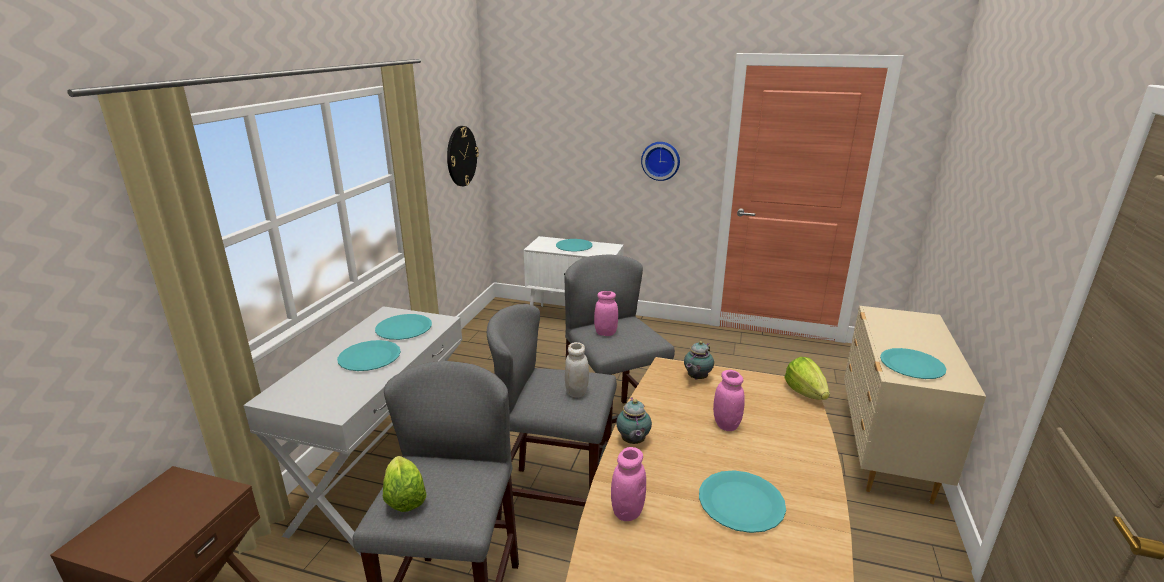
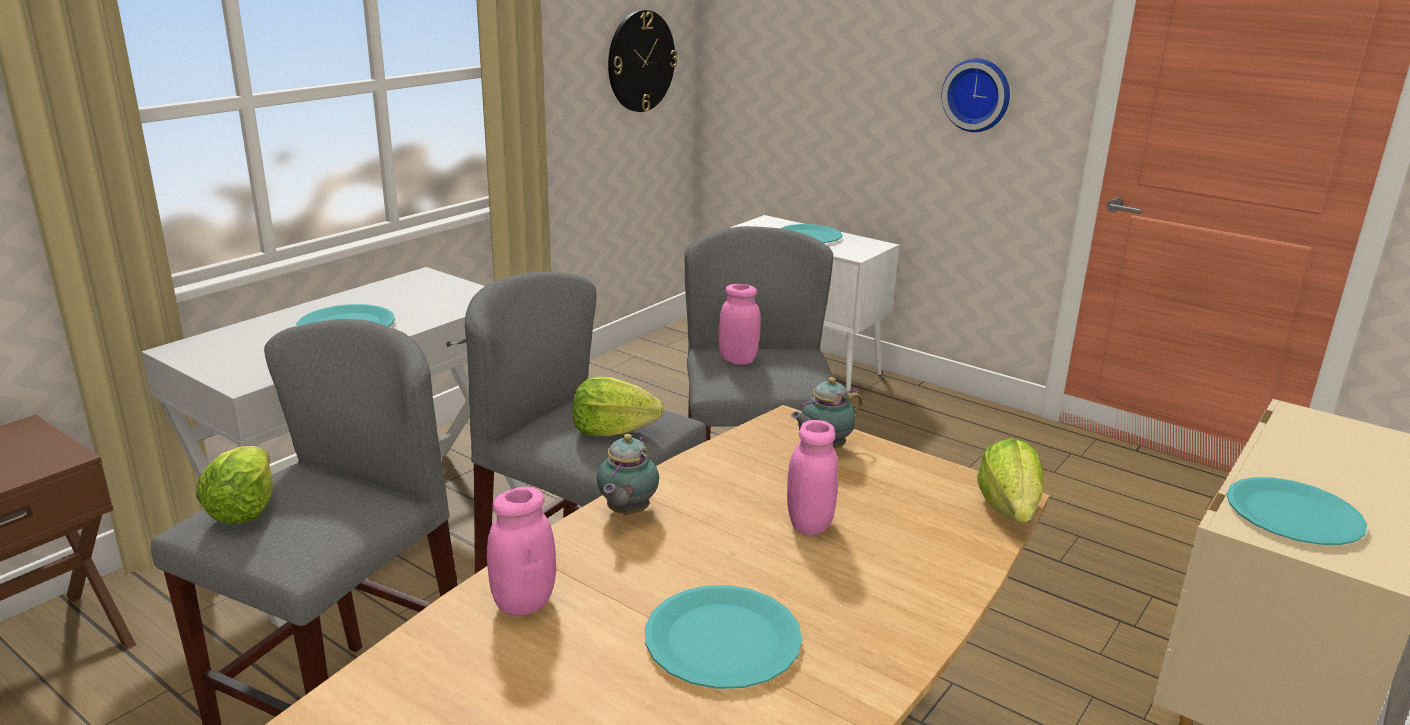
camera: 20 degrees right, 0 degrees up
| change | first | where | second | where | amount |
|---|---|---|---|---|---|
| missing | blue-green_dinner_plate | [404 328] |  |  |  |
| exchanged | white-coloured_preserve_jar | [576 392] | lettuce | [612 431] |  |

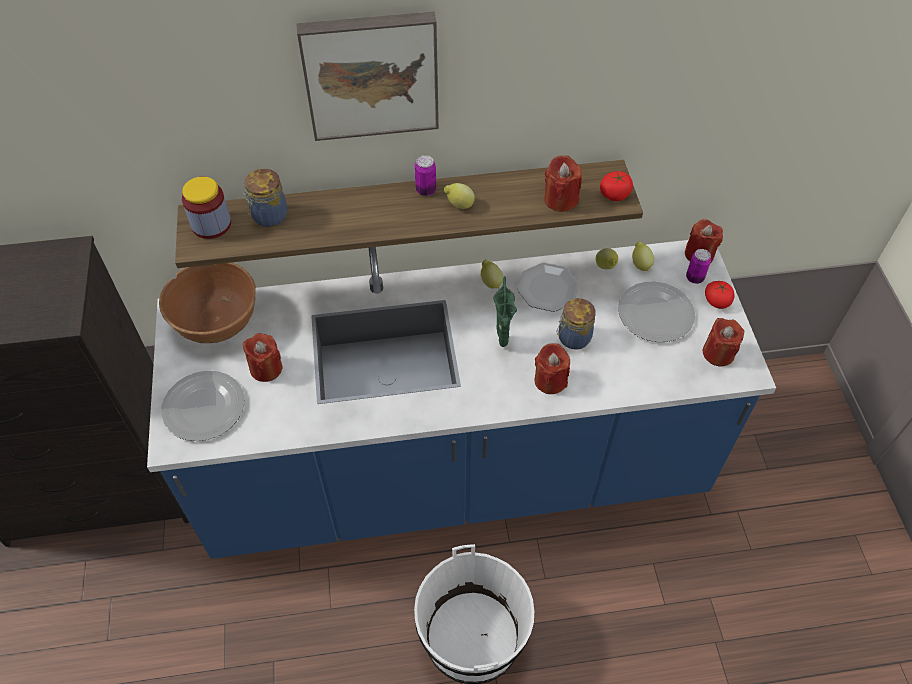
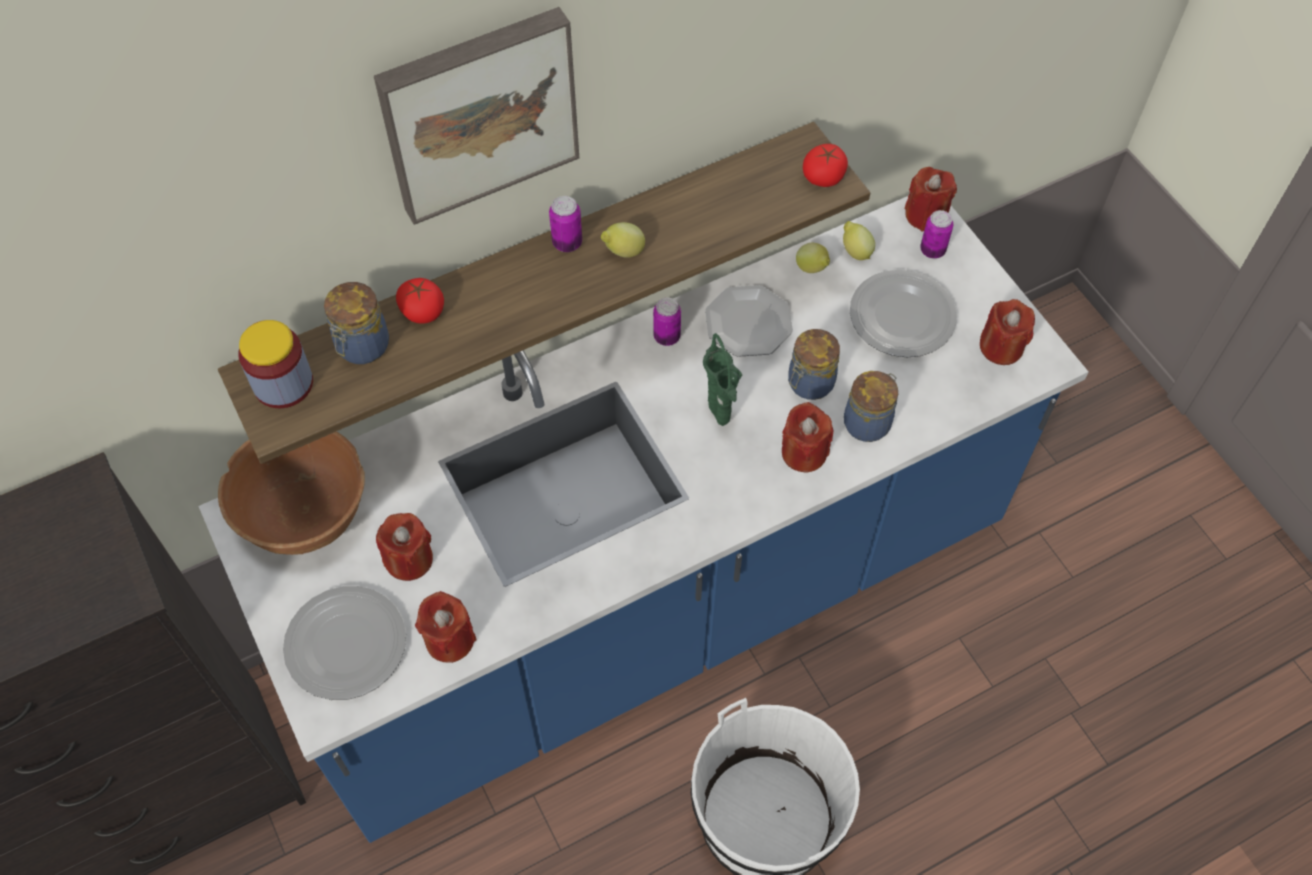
camera: 20 degrees left, 5 degrees up
| change | first | where | second | where | amount |
|---|---|---|---|---|---|
| relocated | red_candle | [560 199] |  | [449 639] |  |
| exchanged | citrus_fruit | [490 282] | sealed_can | [667 336] |  |
| relocated | fresh_tomato | [717 301] |  | [422 310] |  |
| appeared |  |  | preserve_jar | [868 422] |  |

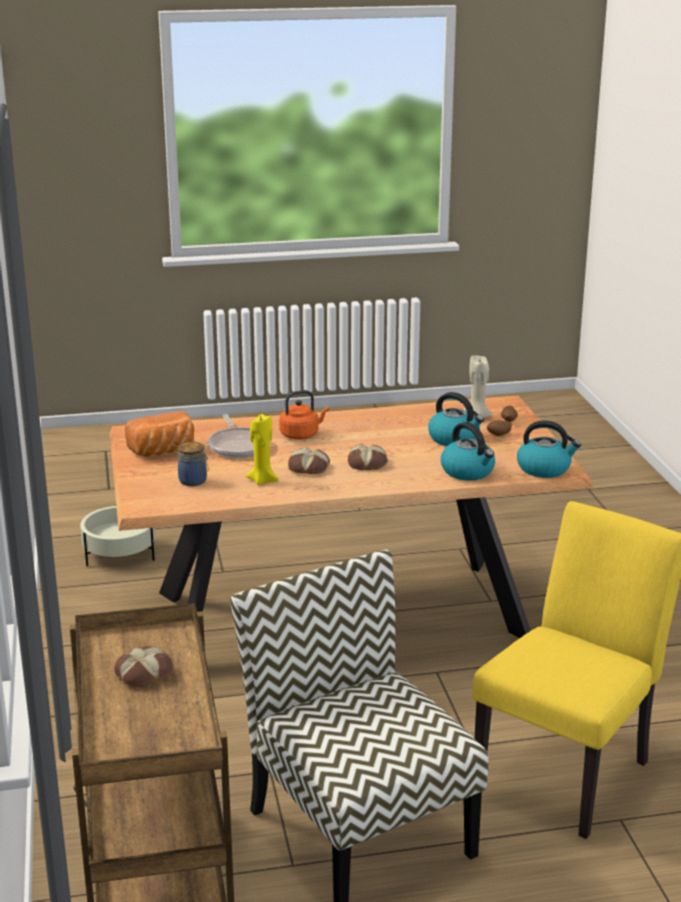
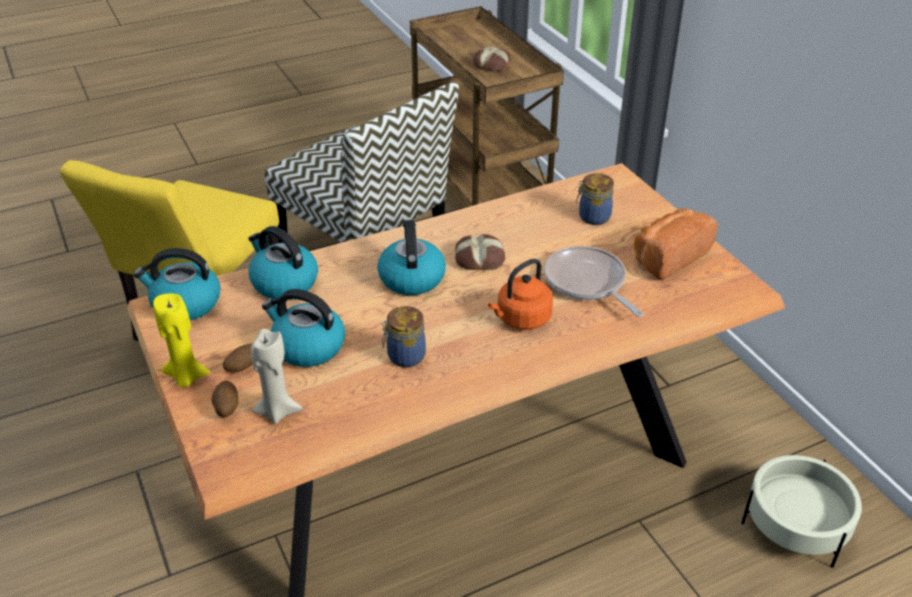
camera: 165 degrees right, 15 degrees up
| change | first | where | second | where | amount |
|---|---|---|---|---|---|
| relocated | yellowish_candle | [262 480] |  | [186 377] |  |
| exchanged | baked_bread | [368 463] | tea_kettle | [411 278] |  |
| appeared |  |  | preserve_jar | [404 356] |  |

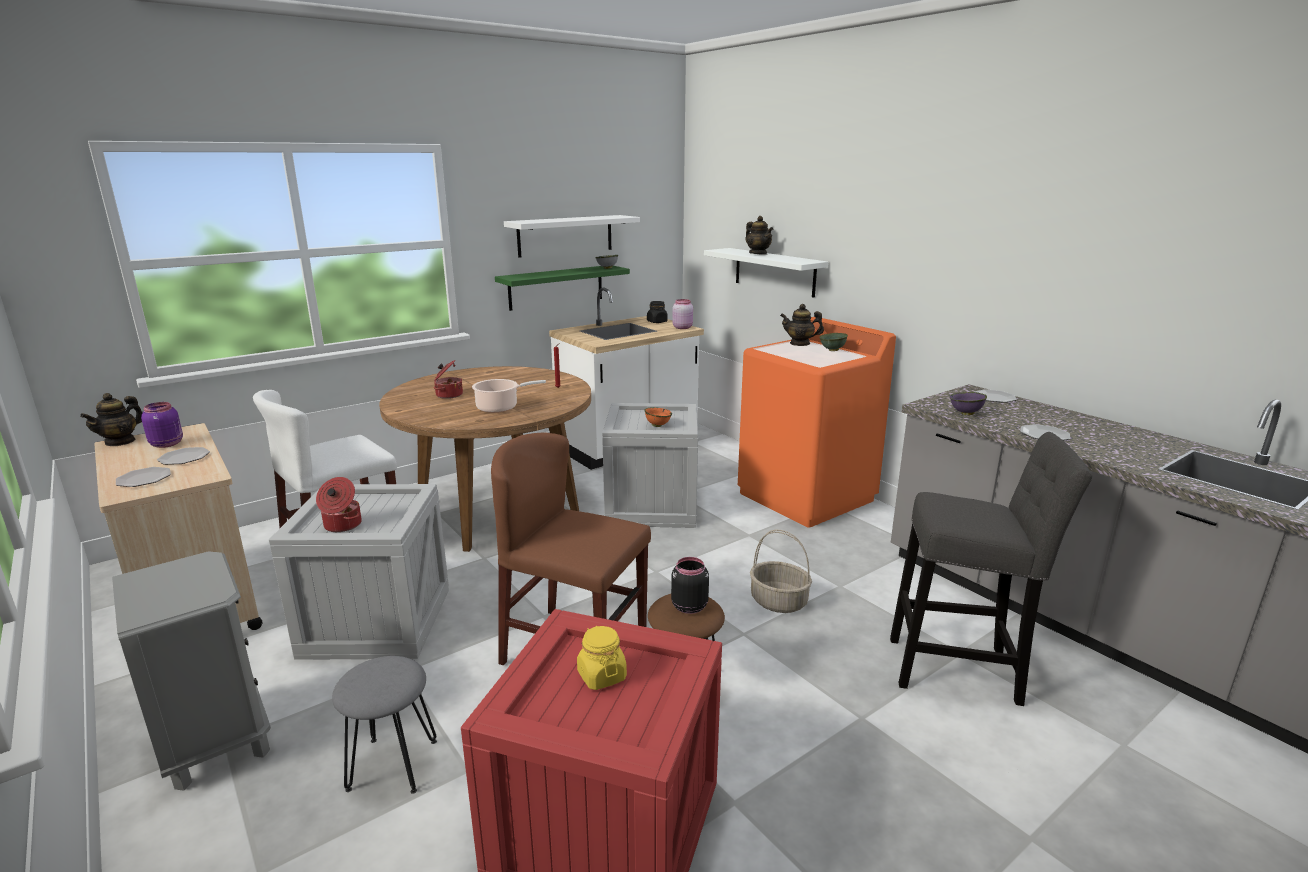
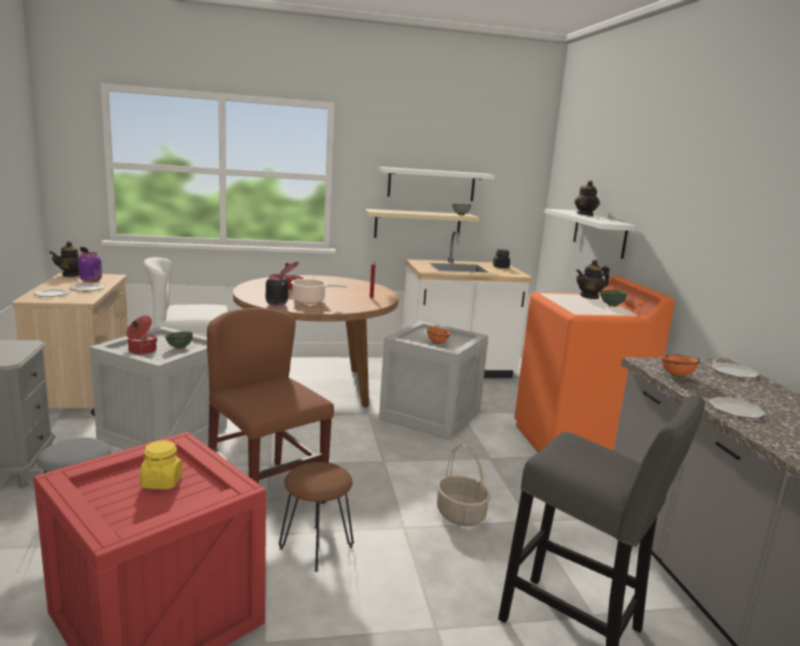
camera: 25 degrees right, 5 degrees down
| change | first | where | second | where | amount |
|---|---|---|---|---|---|
| colour | greenish_shelf | [556 287] | sand-coloured_shelf | [417 225] |  |
| missing | pinkish_preserve_jar | [682 327] |  |  |  |
| spun | tea_pot | [800 343] |  | [589 296] | 60 degrees counterclockwise |
| colour | purple-coloured_bowl | [966 414] | orange-coloured_bowl | [676 377] |  |
| relocated | black-coloured_preserve_jar | [688 606] |  | [276 304] |  |
| appeared |  |  | greenish_bowl | [179 348] |  |

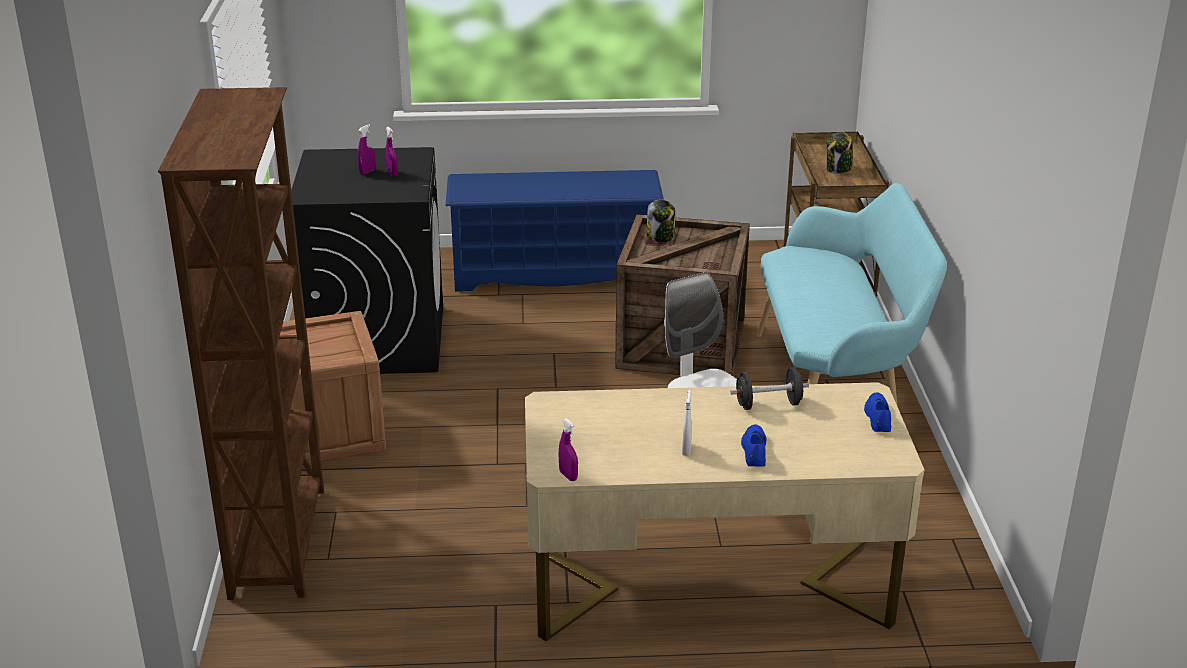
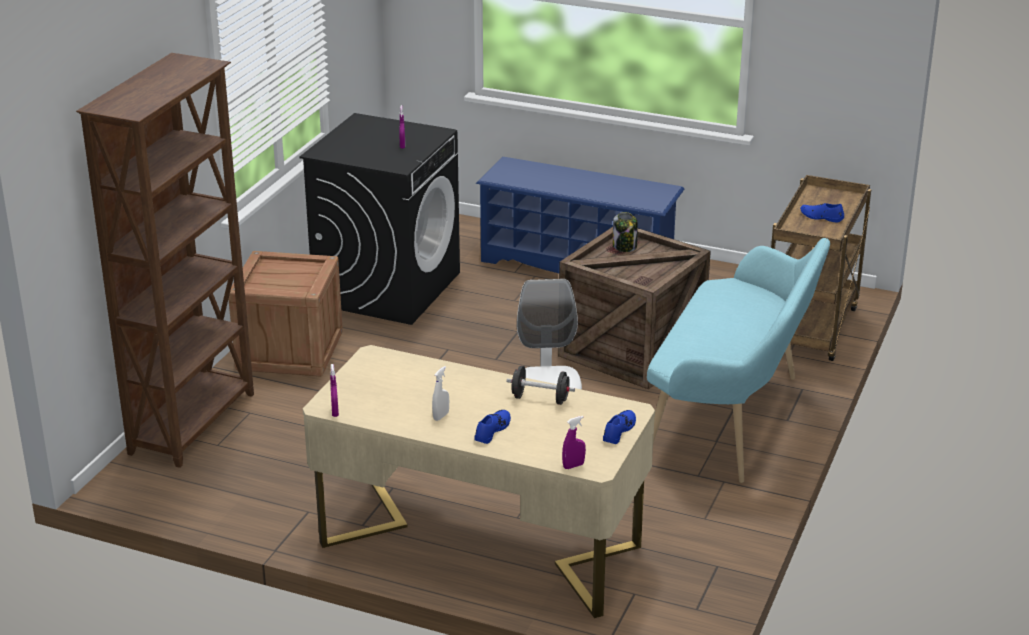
camera: 25 degrees right, 0 degrees up
| change | first | where | second | where | amount |
|---|---|---|---|---|---|
| relocated | purple-coloured_sprayer | [367 172] |  | [573 466] |  |
| exchanged | preserve_jar | [838 169] | blue-coloured_shoe | [821 217] |  |

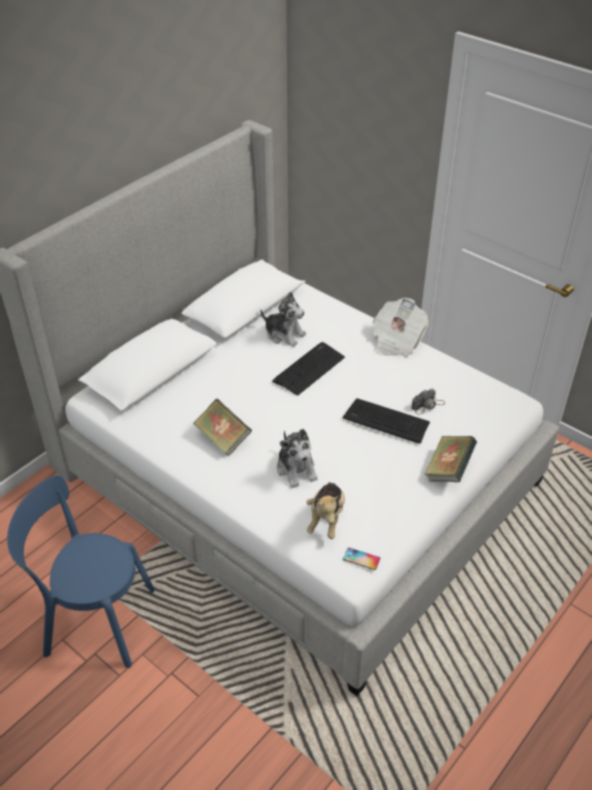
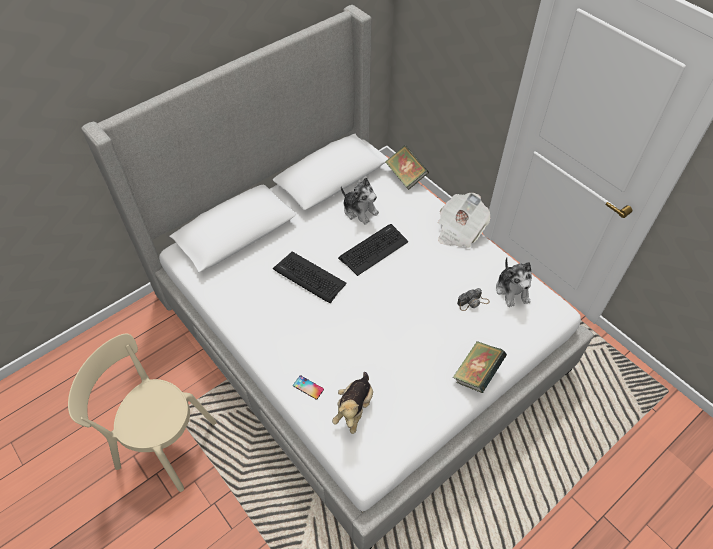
camera: 10 degrees right, 10 degrees up
| change | first | where | second | where | amount |
|---|---|---|---|---|---|
| relocated | computer_keyboard | [386 421] |  | [309 277] |  |
| relocated | bound_book | [223 439] |  | [405 176] |  |
| relocated | plush_toy | [296 469] |  | [512 290] |  |
| colour | blue-coloured_chair | [94 620] | sand-coloured_chair | [162 442] |  |
| relocated | telephone | [361 559] |  | [308 387] |  |

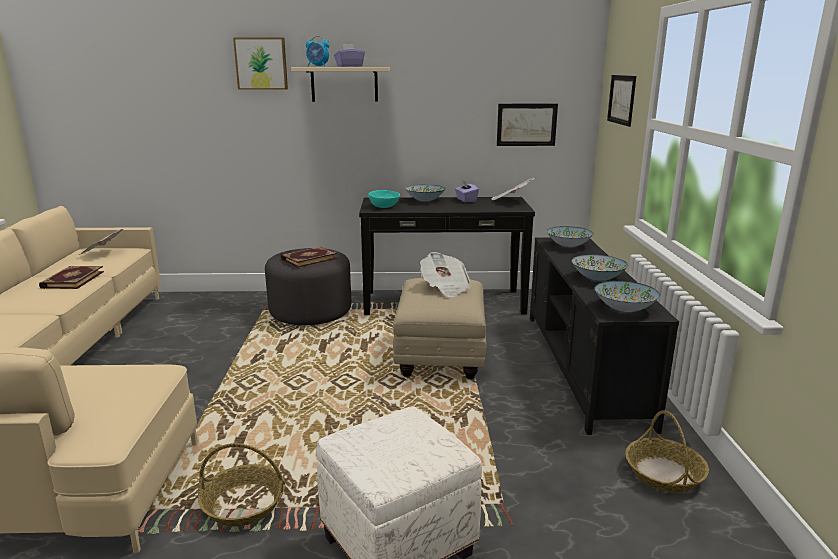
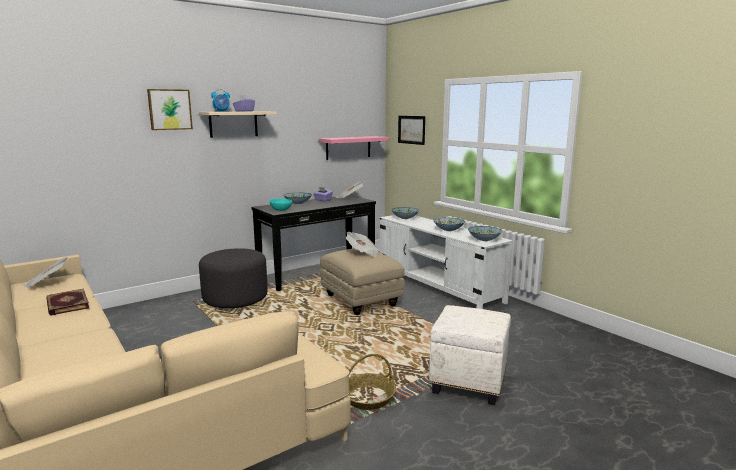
camera: 35 degrees left, 5 degrees down
| change | first | where | second | where | amount |
|---|---|---|---|---|---|
| exchanged | picture | [526 124] | pinkish_shelf | [348 147] |  |
| colour | black-coloured_tv_unit | [583 366] | white-coloured_tv_unit | [438 286] |  |
| missing | bound_book | [308 259] |  |  |  |
| missing | storage_basket | [663 473] |  |  |  |

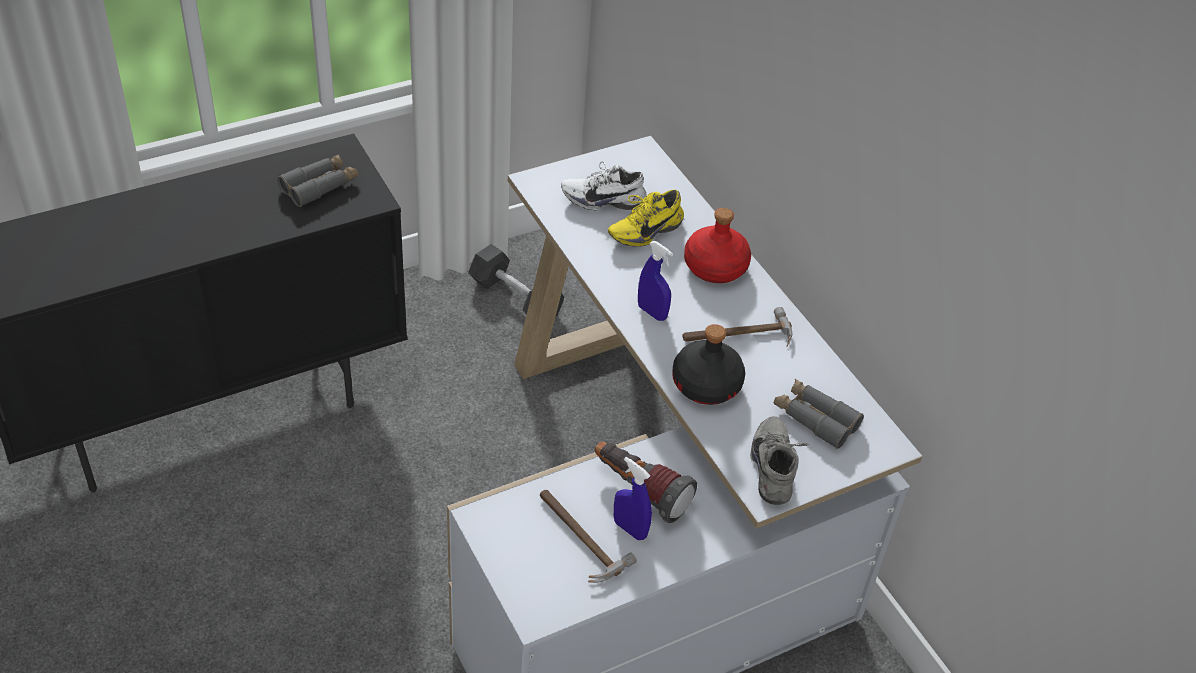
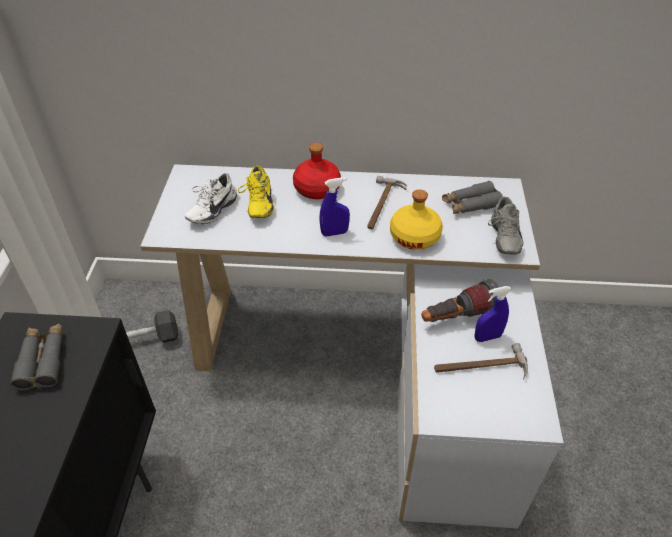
camera: 55 degrees left, 0 degrees up
| change | first | where | second | where | amount |
|---|---|---|---|---|---|
| colour | black-coloured_drink_bottle | [707 385] | yellowish_drink_bottle | [415 236] |  |
| spun | greyish_shoe | [776 469] |  | [501 238] | 120 degrees counterclockwise |

